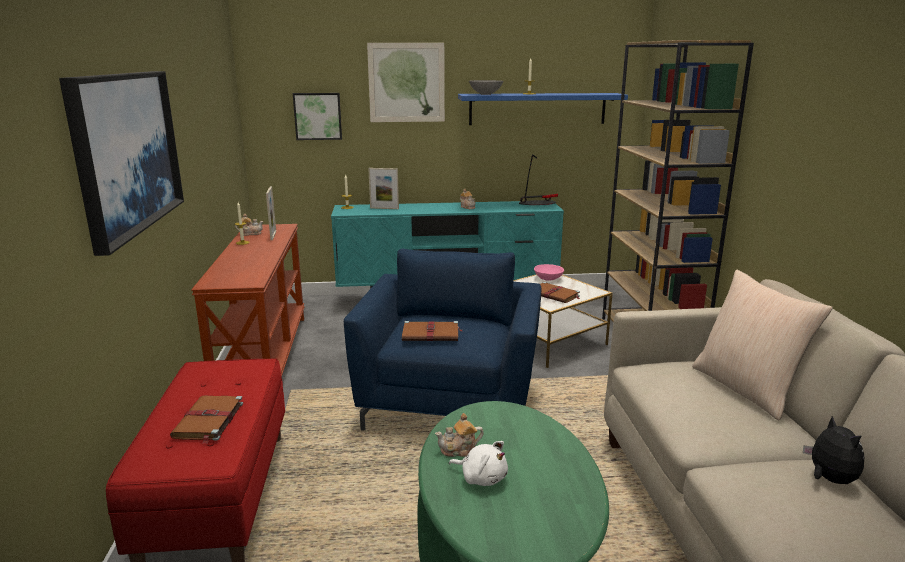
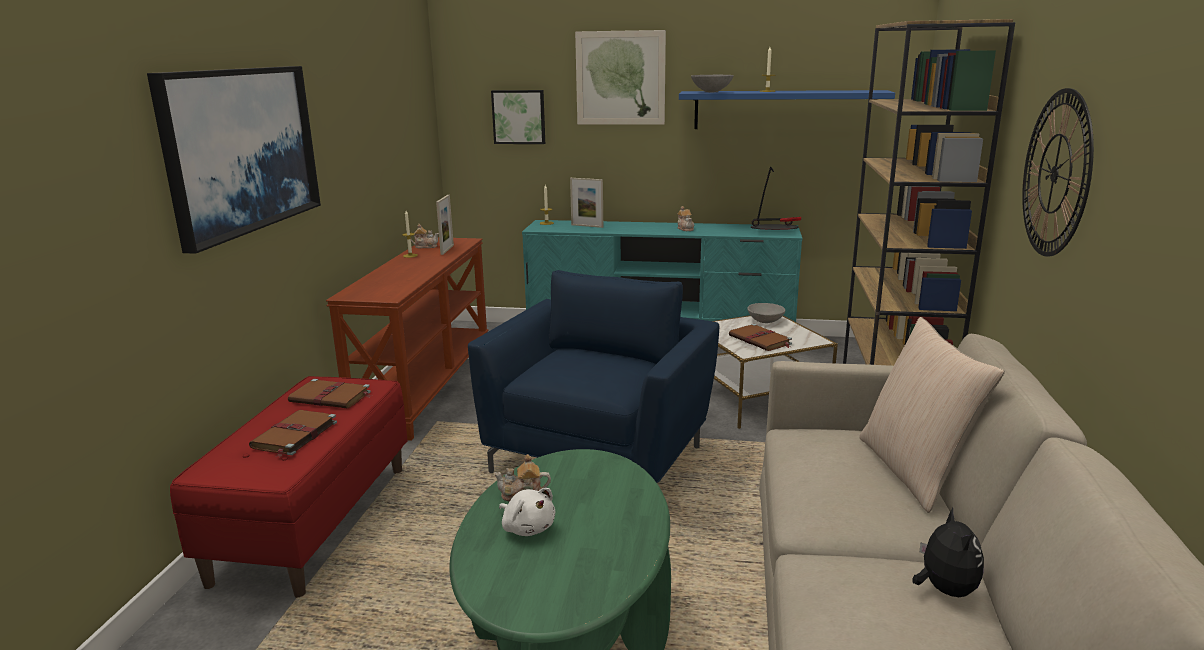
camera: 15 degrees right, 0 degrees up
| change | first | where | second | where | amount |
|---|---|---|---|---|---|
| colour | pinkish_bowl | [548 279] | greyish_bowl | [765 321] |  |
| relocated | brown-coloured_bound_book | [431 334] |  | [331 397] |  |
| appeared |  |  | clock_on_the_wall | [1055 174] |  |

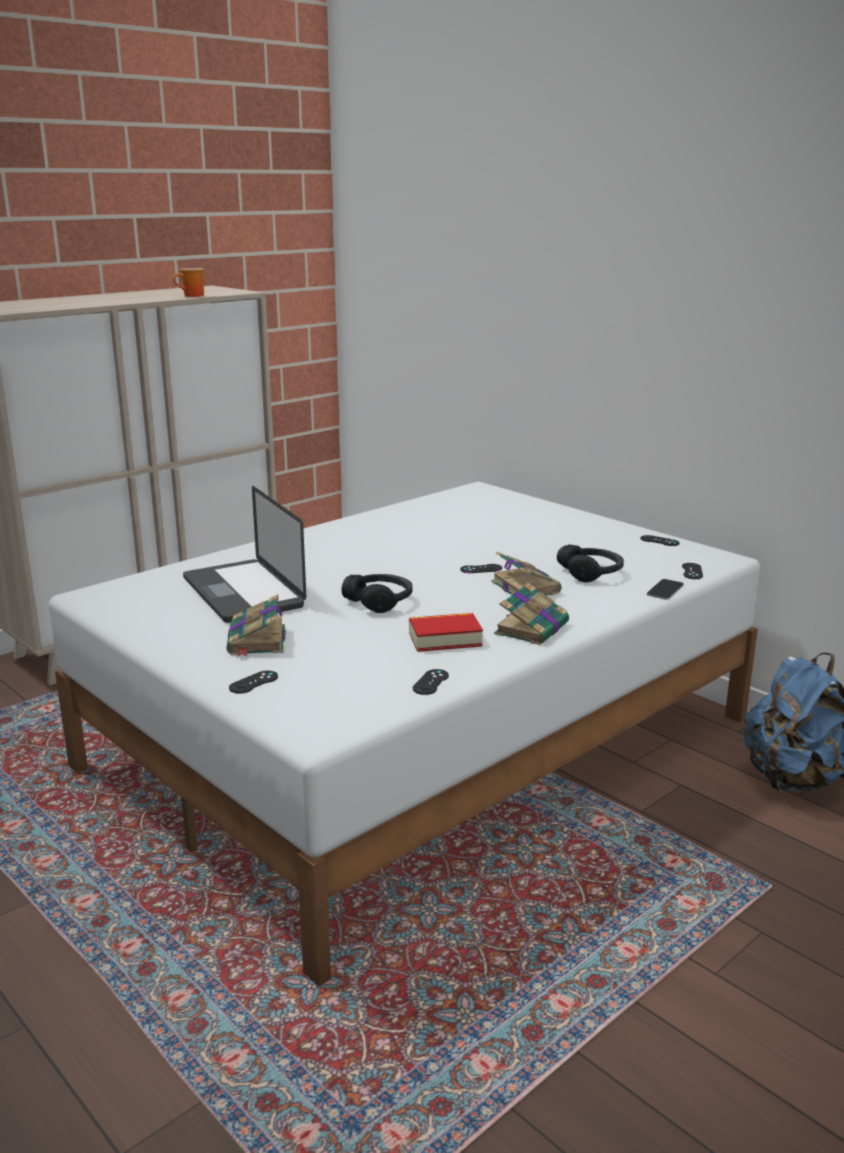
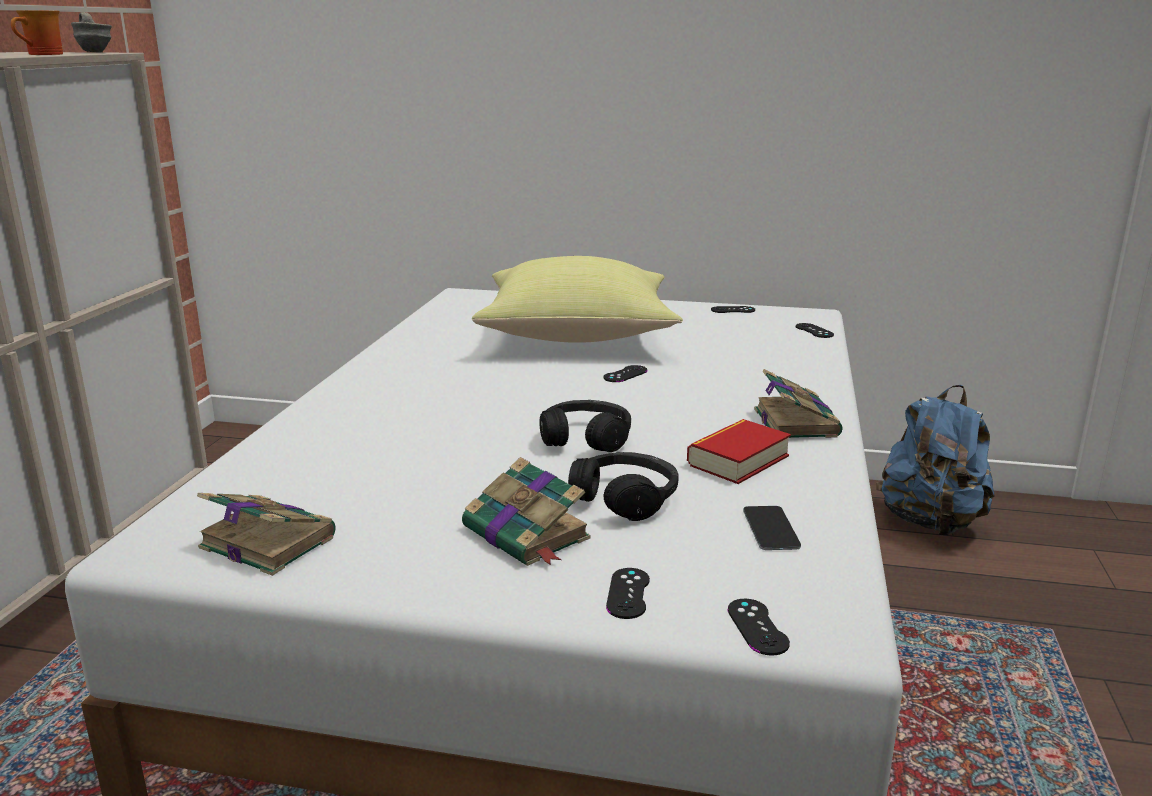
camera: 35 degrees left, 0 degrees up
| change | first | where | second | where | amount |
|---|---|---|---|---|---|
| missing | laptop | [243 592] |  |  |  |
| relocated | black-coloured_headset | [591 573] |  | [625 498] |  |
| relocated | bound_book | [524 587] |  | [266 541] |  |
| relocated | telephone | [665 590] |  | [770 528] |  |
| relocated | black-coloured_game_controller | [430 682] |  | [757 627] |  |
| appeared |  |  | greyish_mug | [96 52] |  |
| appeared |  |  | yellowish_throw_pillow | [579 334] |  |

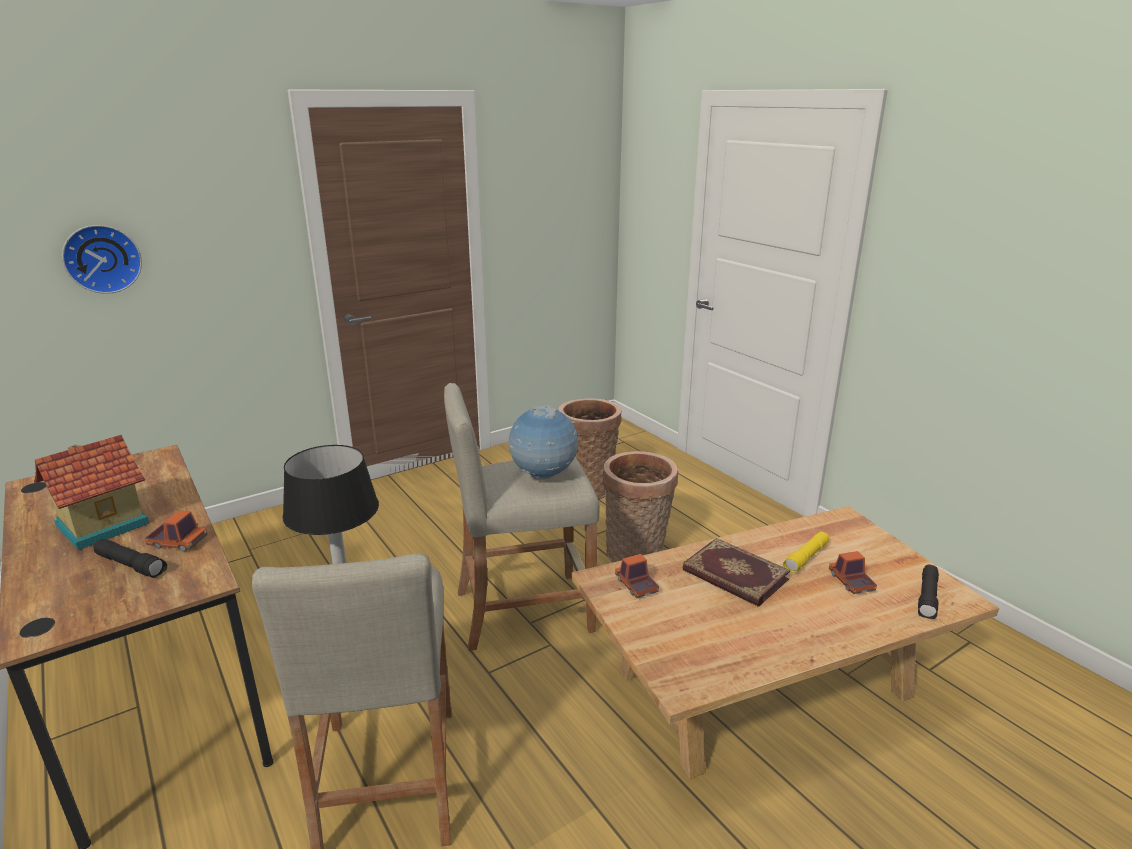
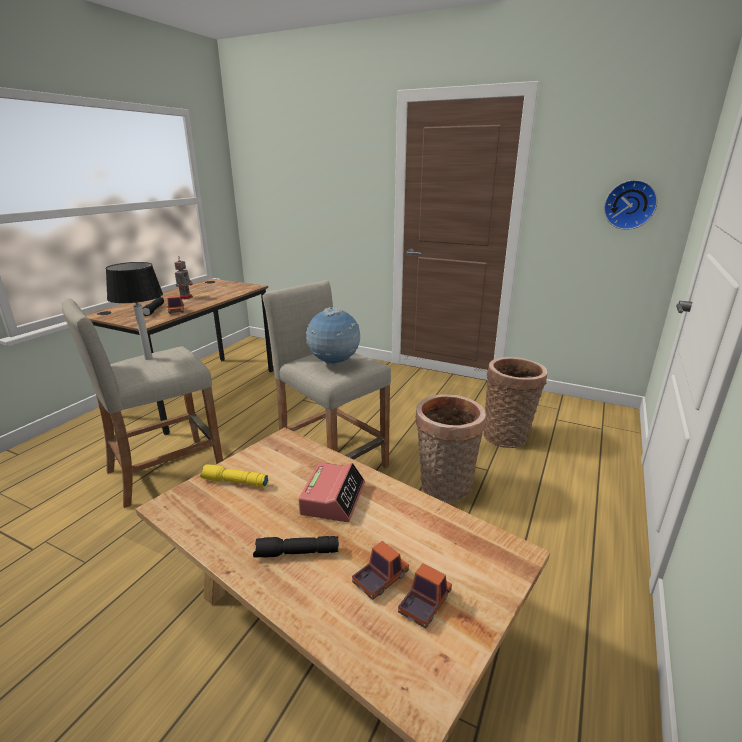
camera: 60 degrees right, 0 degrees up
| change | first | where | second | where | amount |
|---|---|---|---|---|---|
| relocated | clock_on_the_wall | [102 258] |  | [629 204] |  |
| exchanged | miniature_house | [101 524] | toy_robot | [186 297] |  |
| relocated | yellowish_torch | [806 558] |  | [234 482] |  |
| exchanged | bound_book | [734 576] | table_clock | [333 498] |  |
| relocated | toy_truck | [636 585] |  | [425 603] |  |
| relocated | black-coloured_torch | [928 598] |  | [296 553] |  |

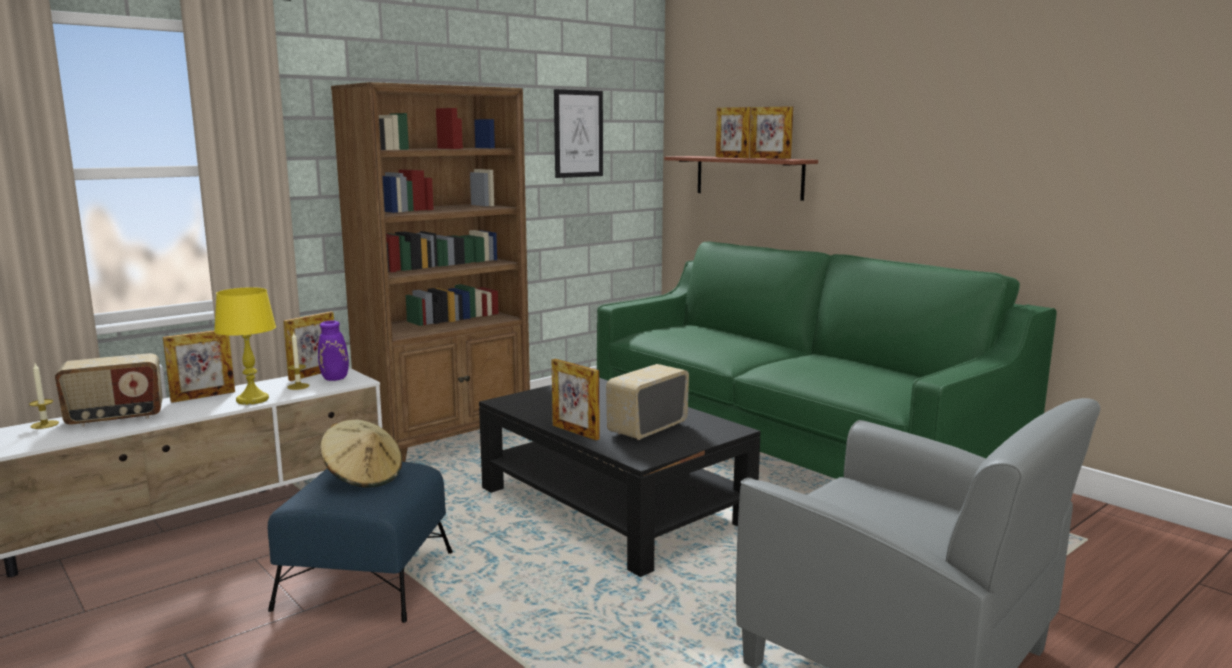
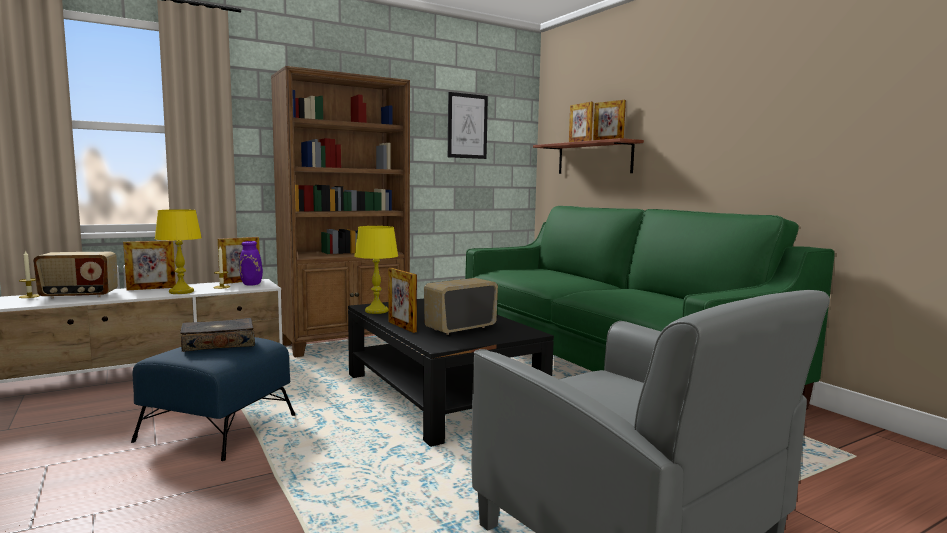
camera: 10 degrees right, 5 degrees down
| change | first | where | second | where | amount |
|---|---|---|---|---|---|
| exchanged | sand-coloured_hat | [363 477] | bound_book | [218 344] |  |
| appeared |  |  | yellowish_lamp_for_a_table | [376 311] |  |

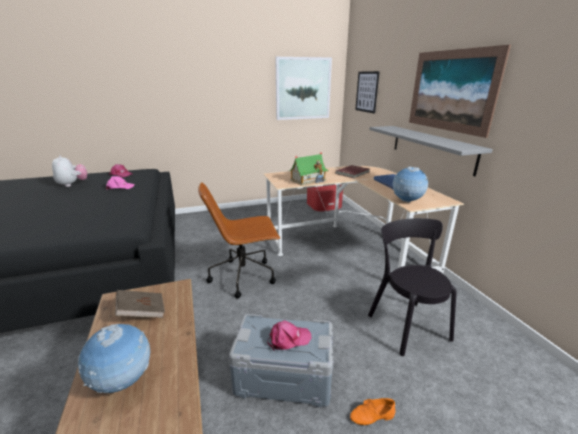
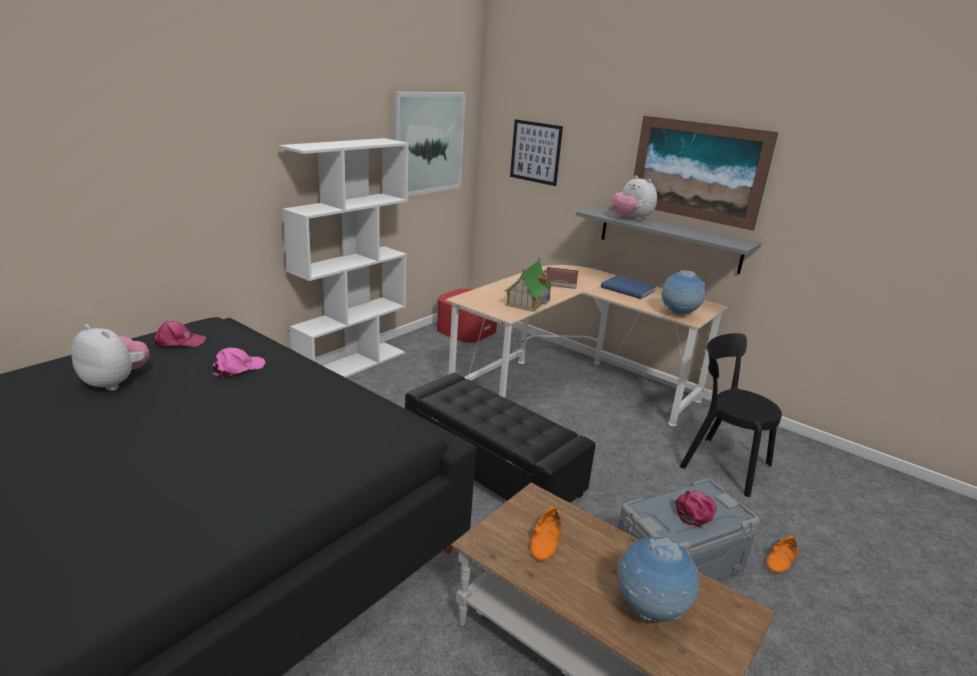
camera: 35 degrees left, 0 degrees up
| change | first | where | second | where | amount |
|---|---|---|---|---|---|
| exchanged | brown-coloured_computer_chair | [244 276] | black-coloured_pouffe | [491 468] |  |
| exchanged | brown-coloured_bound_book | [142 312] | orange-coloured_shoe | [547 541] |  |
| appeared |  |  | white-coloured_bookcase | [351 365] |  |
| appeared |  |  | plush_toy | [631 219] |  |

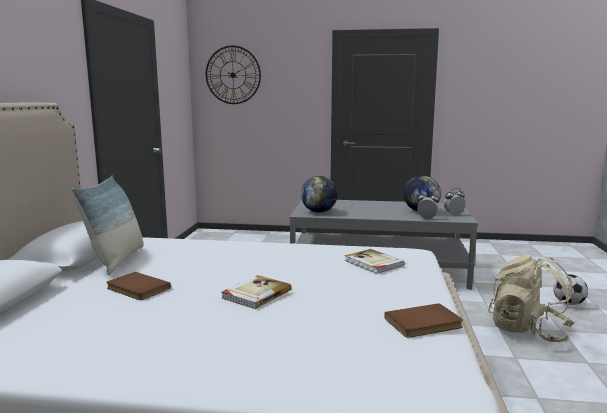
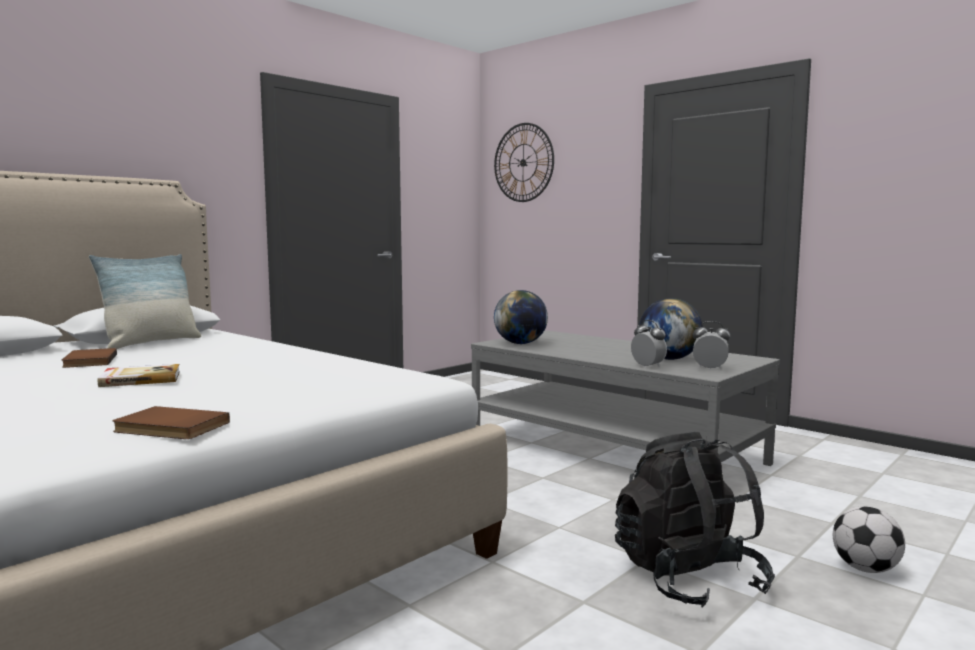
camera: 35 degrees right, 5 degrees down
| change | first | where | second | where | amount |
|---|---|---|---|---|---|
| missing | bound_book | [373 263] |  |  |  |
| colour | sand-coloured_rucksack | [528 330] | black-coloured_rucksack | [688 579] |  |

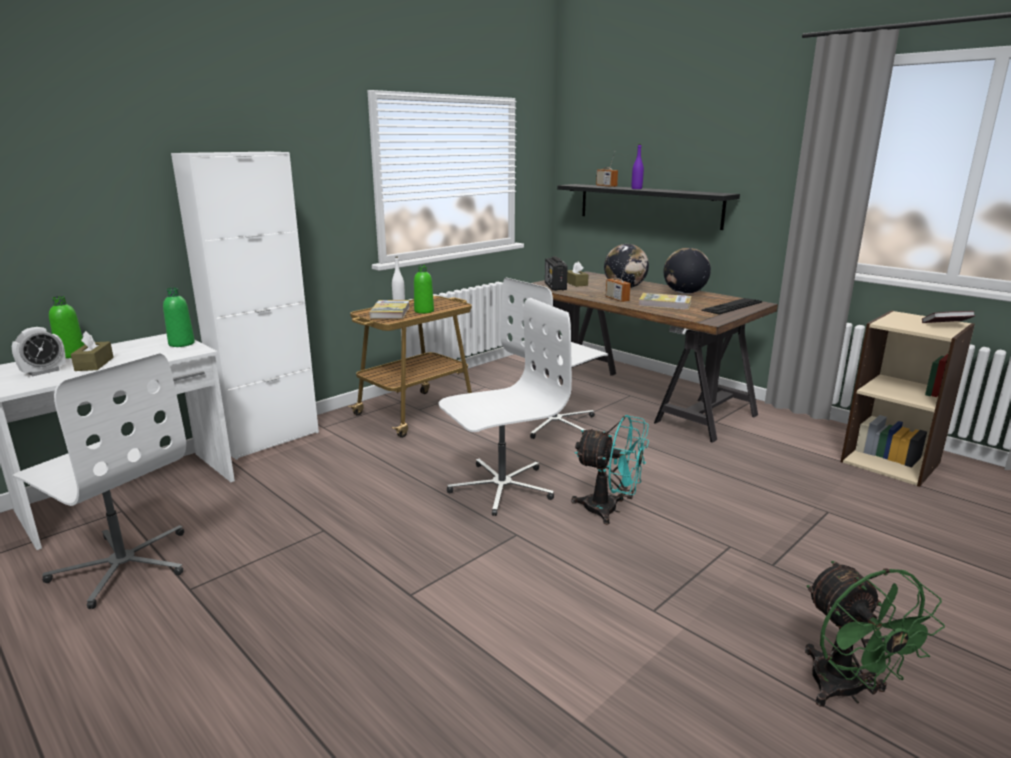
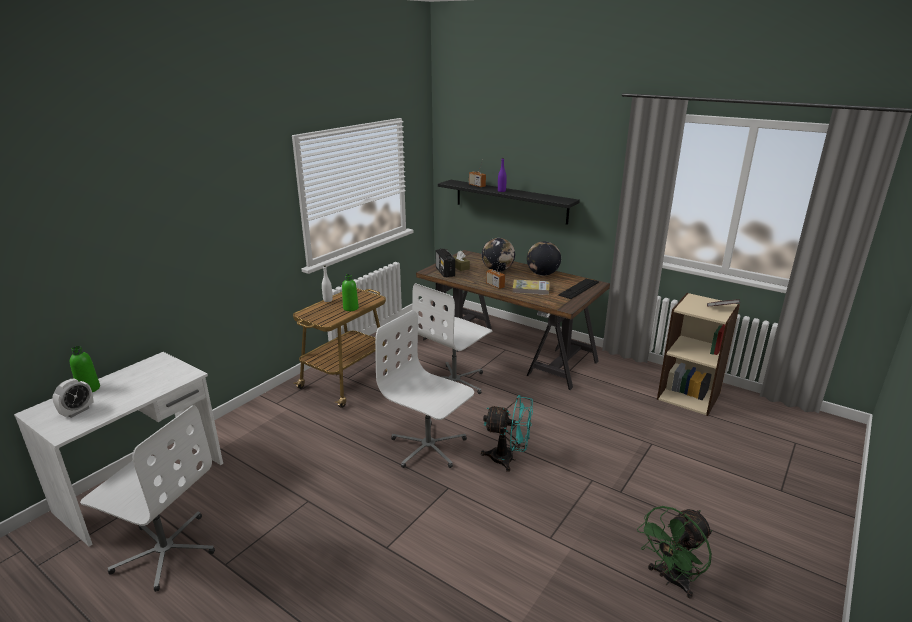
camera: 10 degrees left, 5 degrees up
| change | first | where | second | where | amount |
|---|---|---|---|---|---|
| missing | white-coloured_cabinet | [270 439] |  |  |  |
| missing | greenish_drink_bottle | [181 344] |  |  |  |
| spun | white-coloured_computer_chair | [501 487] |  | [428 447] | 105 degrees counterclockwise |
| missing | bound_book | [390 312] |  |  |  |
| missing | brown-coloured_box_of_tissues | [94 364] |  |  |  |
| spun | greenish_fan | [846 692] |  | [671 580] | 75 degrees clockwise |

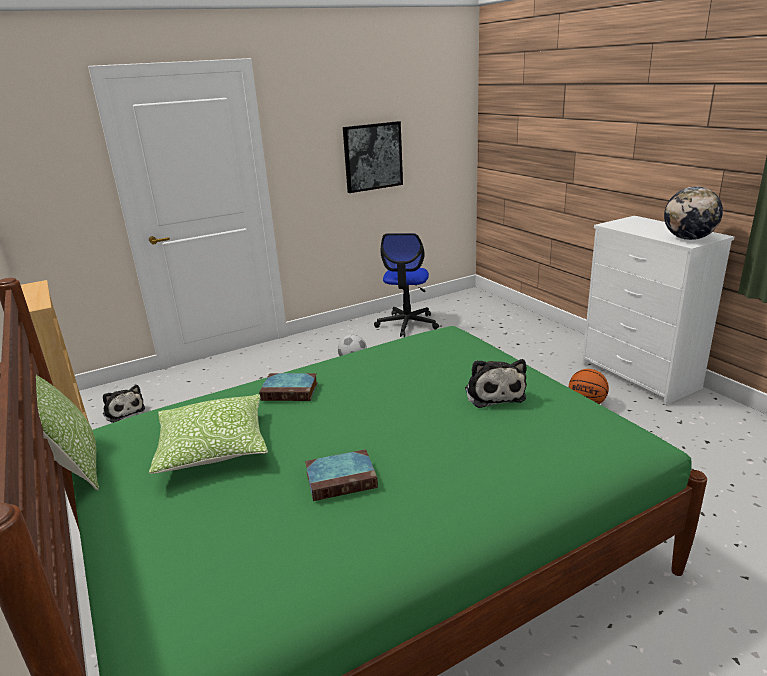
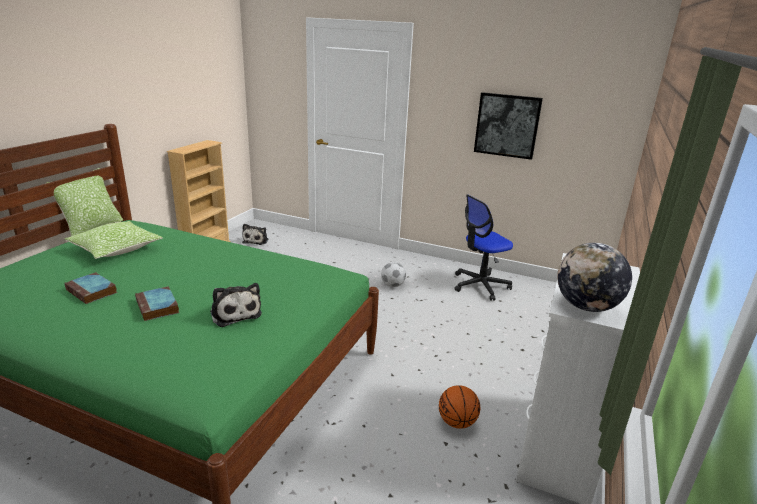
camera: 50 degrees right, 0 degrees up
| change | first | where | second | where | amount |
|---|---|---|---|---|---|
| spun | plush_toy | [493 393] |  | [235 313] | 75 degrees counterclockwise |
| relocated | bound_book | [291 391] |  | [158 307] |  |

